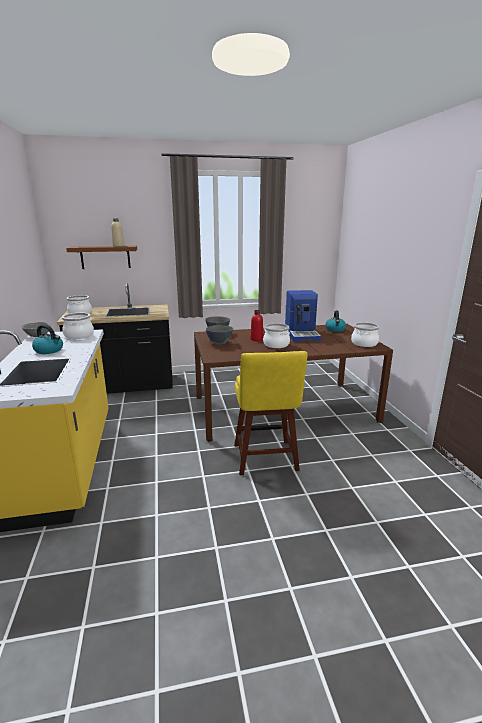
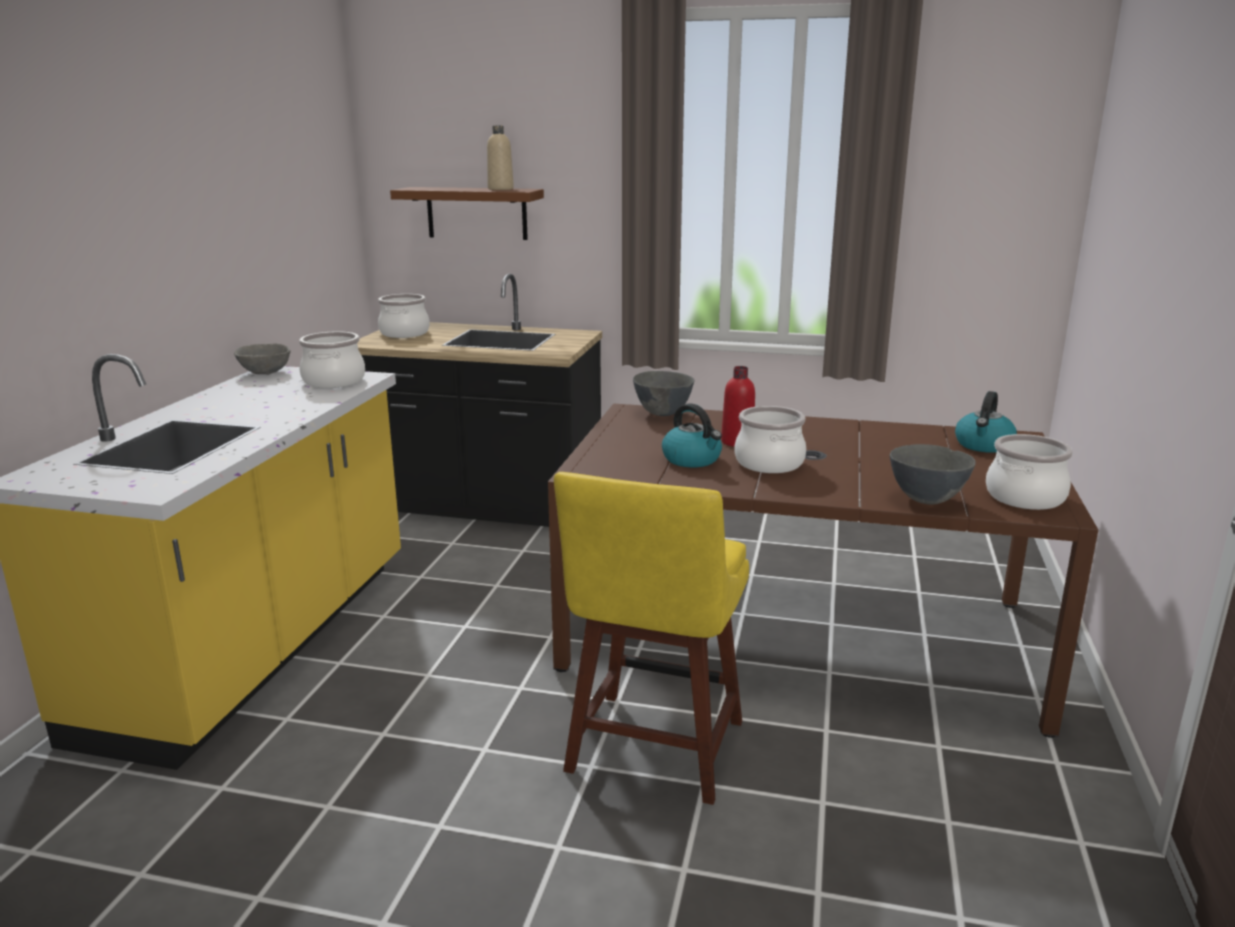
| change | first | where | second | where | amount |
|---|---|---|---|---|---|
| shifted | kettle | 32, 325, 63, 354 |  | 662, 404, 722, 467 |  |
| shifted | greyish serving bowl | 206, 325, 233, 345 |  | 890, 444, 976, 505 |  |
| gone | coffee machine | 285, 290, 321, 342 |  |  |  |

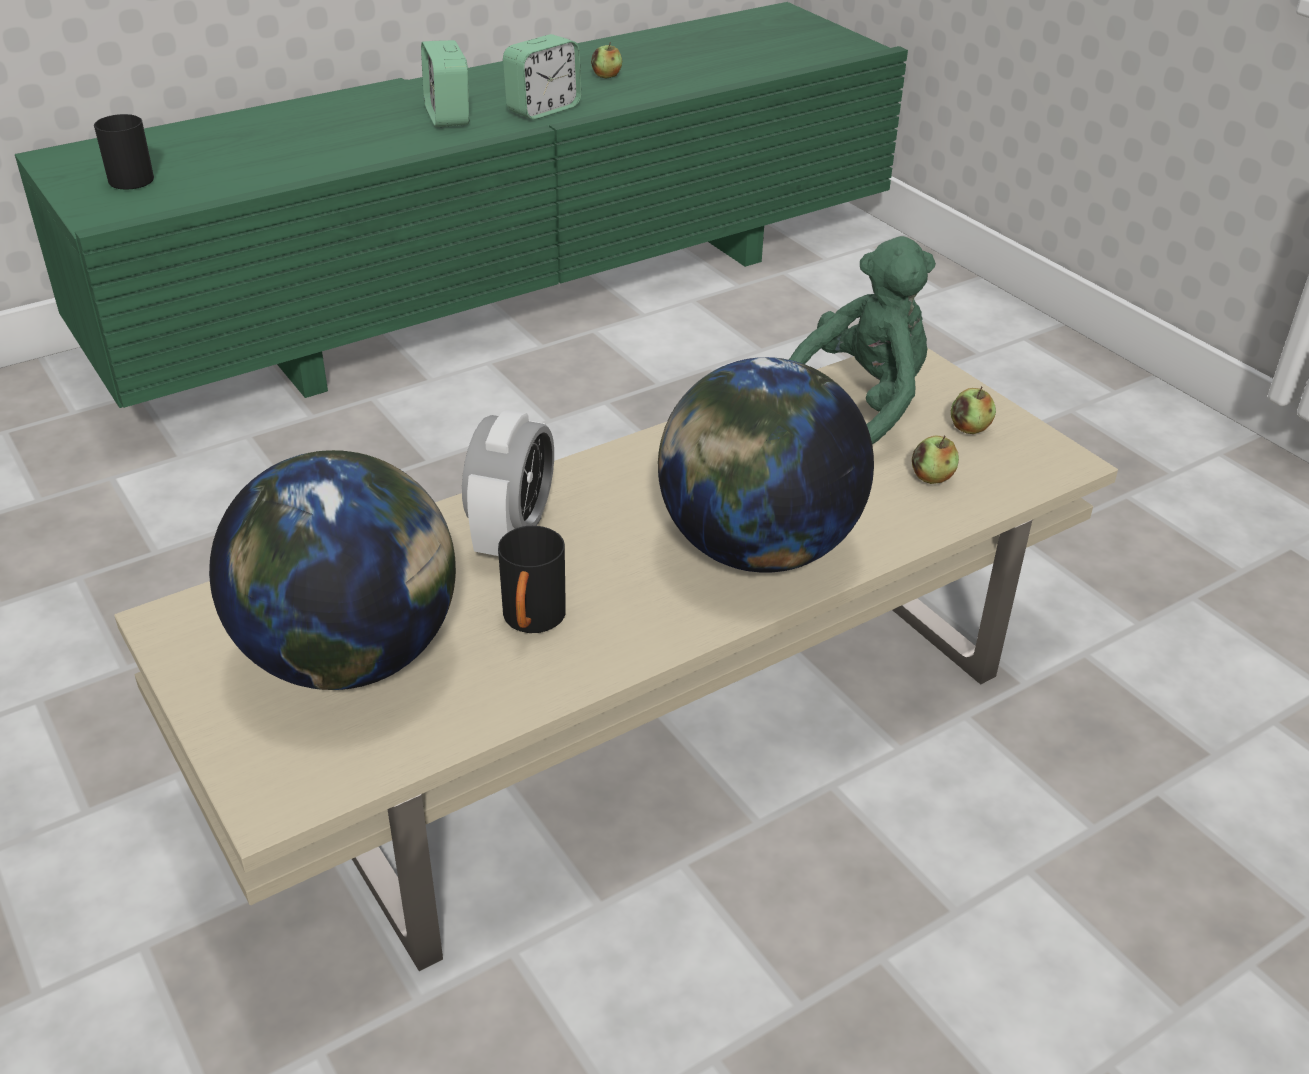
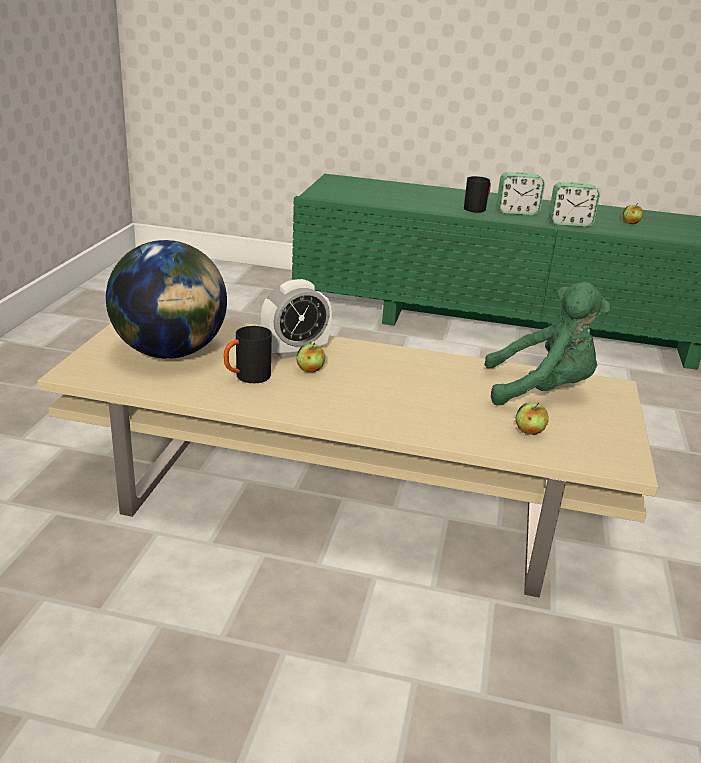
| change | first | where | second | where | amount |
|---|---|---|---|---|---|
| shifted | black mug | 94, 114, 154, 190 |  | 464, 176, 491, 213 |  |
| rotated | bedside clock | 421, 40, 469, 127 |  | 497, 172, 545, 215 | 120 degrees counterclockwise |
| gone | world globe | 658, 357, 874, 573 |  |  |  |
| shifted | whole apple | 951, 386, 996, 434 |  | 297, 343, 325, 372 |  |

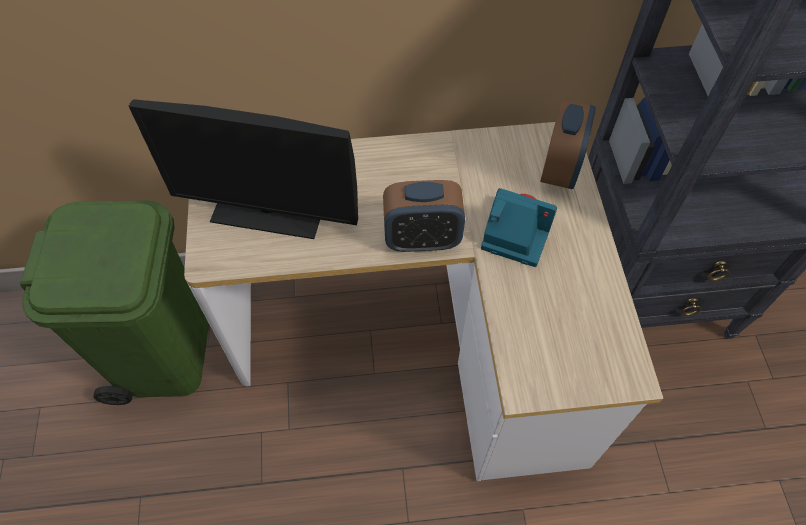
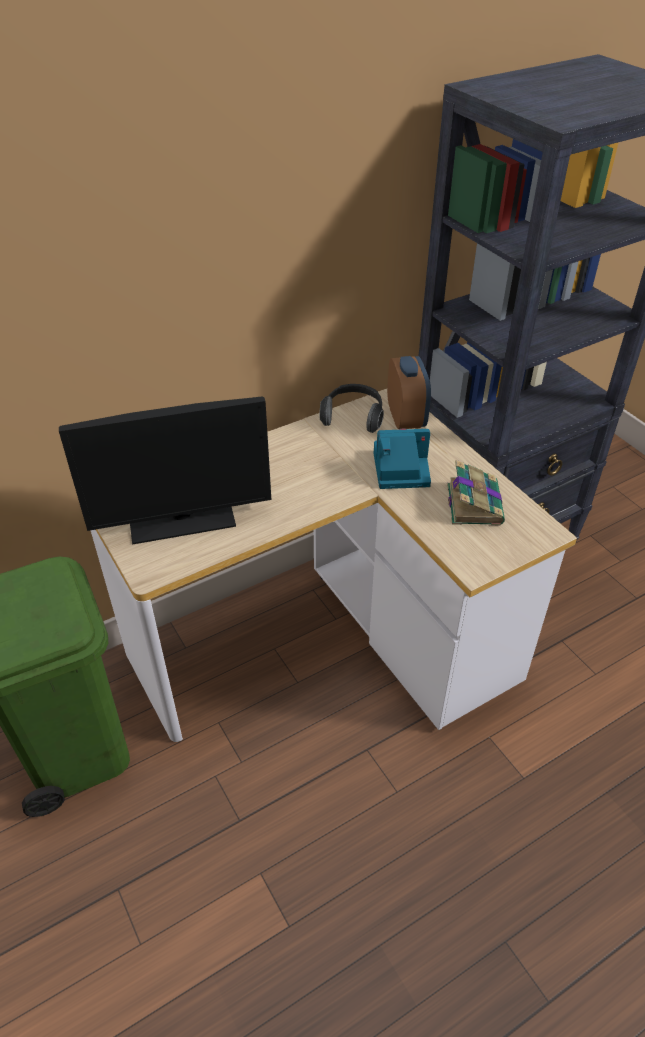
| change | first | where | second | where | amount |
|---|---|---|---|---|---|
| gone | bedside clock | 383, 180, 465, 252 |  |  |  |
| new |  |  | headphones | 320, 384, 384, 433 |  |
| new |  |  | bound book | 447, 460, 505, 526 |  |

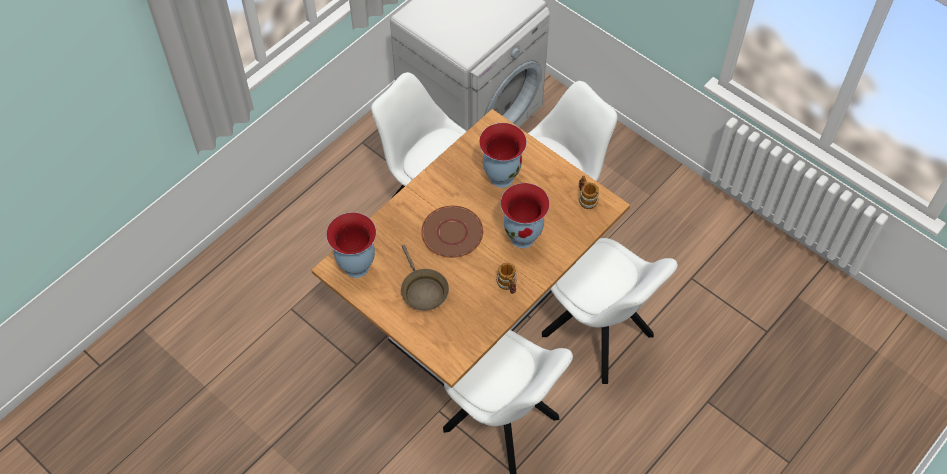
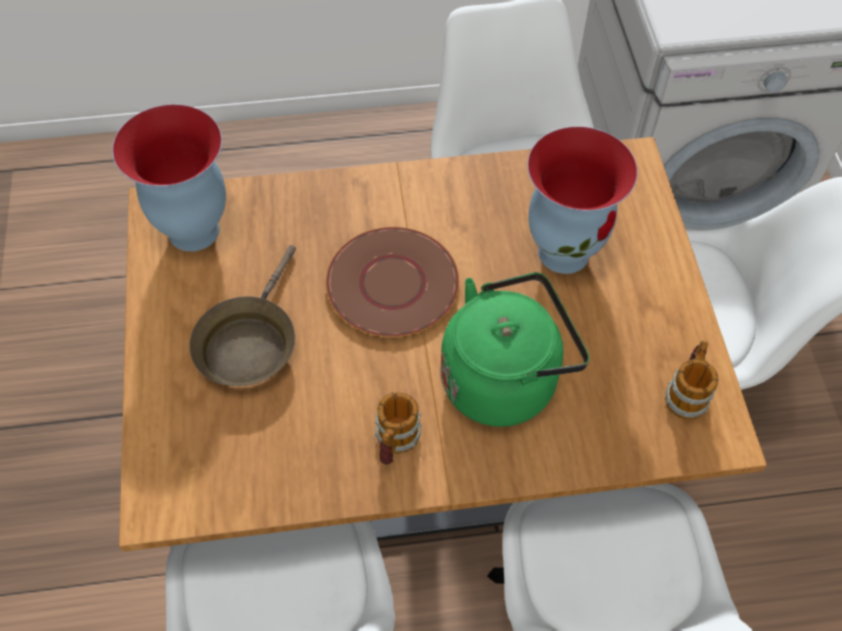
| change | first | where | second | where | amount |
|---|---|---|---|---|---|
| swapped | decorative vase | 500, 183, 550, 248 | greenish kettle | 440, 272, 589, 427 |  |

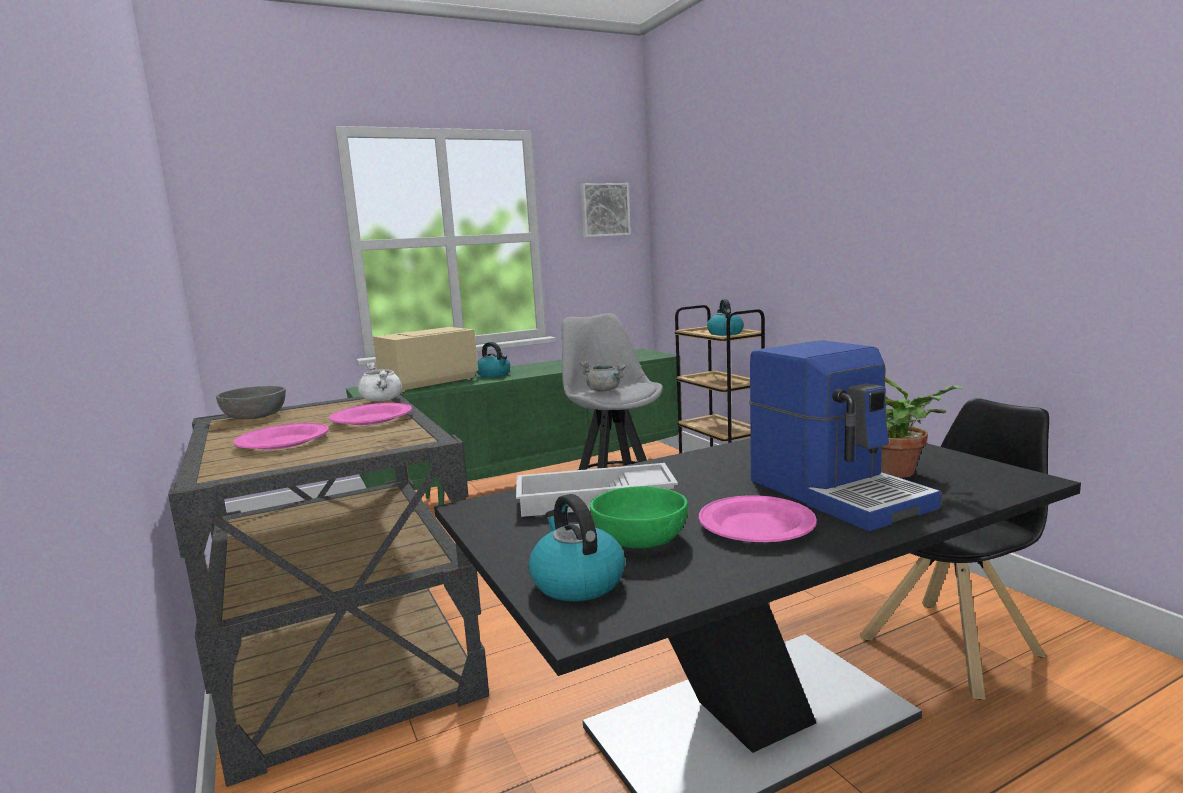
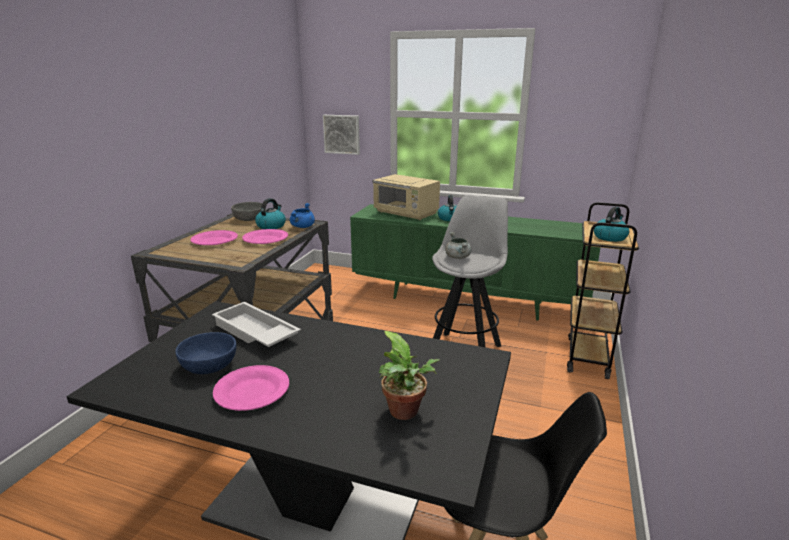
| change | first | where | second | where | amount |
|---|---|---|---|---|---|
| repainted | white stockpot | 358, 362, 402, 401 | bluish stockpot | 290, 203, 315, 228 |  |
| rotated | beige-coloured kitchen microwave | 373, 327, 478, 392 |  | 373, 174, 440, 220 | 150 degrees counterclockwise |
| shifted | kettle | 529, 494, 625, 602 |  | 255, 198, 286, 229 |  |
| shifted | picture | 580, 183, 631, 237 |  | 323, 115, 360, 155 |  |
| repainted | greenish serving bowl | 590, 486, 688, 548 | bluish serving bowl | 175, 332, 237, 374 |  |
| gone | coffee machine | 749, 341, 941, 531 |  |  |  |

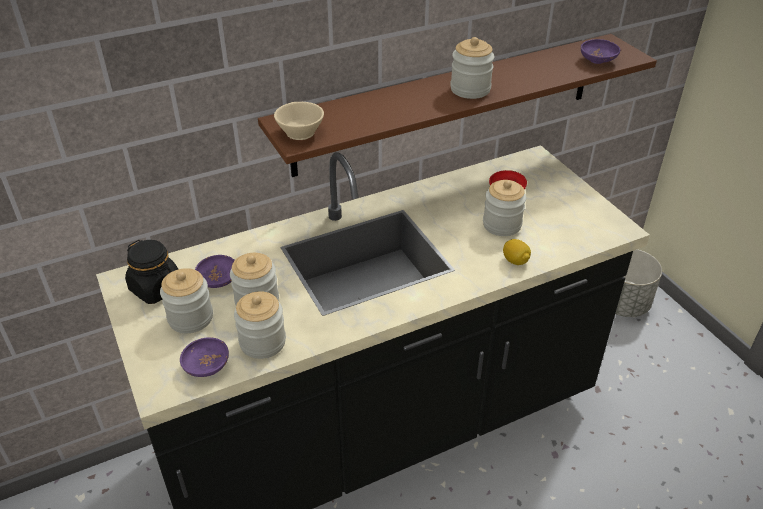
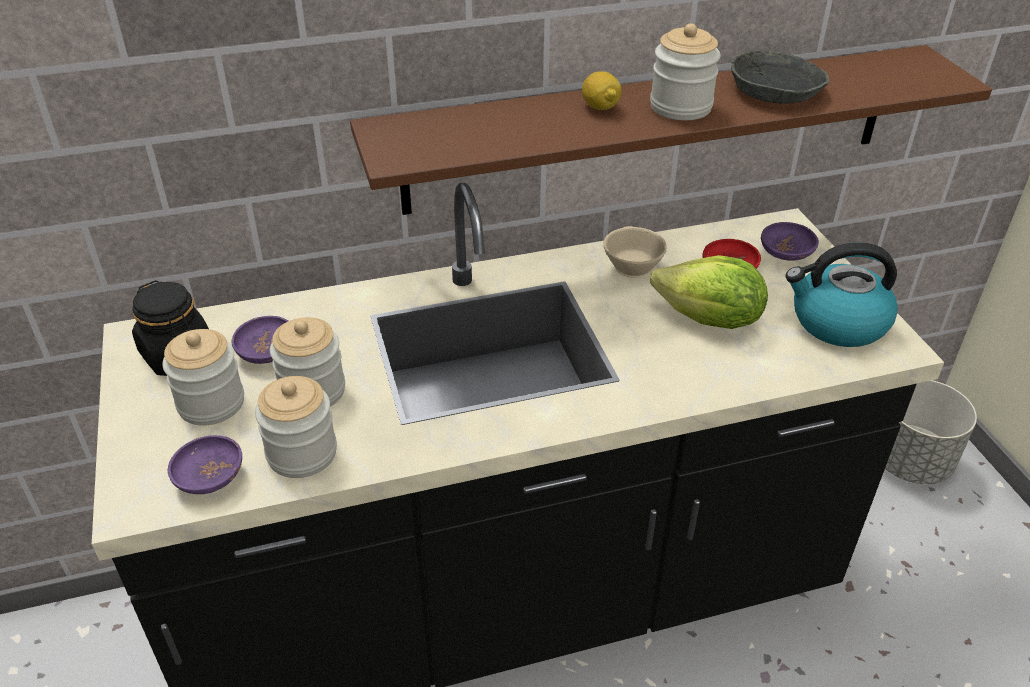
| change | first | where | second | where | amount |
|---|---|---|---|---|---|
| shifted | beige-coloured drinking cup | 274, 102, 324, 140 |  | 603, 226, 667, 278 |  |
| swapped | storage jar | 483, 180, 526, 236 | lettuce | 650, 255, 768, 329 |  |
| shifted | lemon | 503, 239, 531, 265 |  | 582, 72, 621, 110 |  |
| shifted | purple-coloured serving bowl | 581, 39, 620, 64 |  | 761, 222, 819, 261 |  |
| new |  |  | greyish serving bowl | 731, 51, 829, 104 |  |
| new |  |  | kettle | 786, 242, 898, 347 |  |

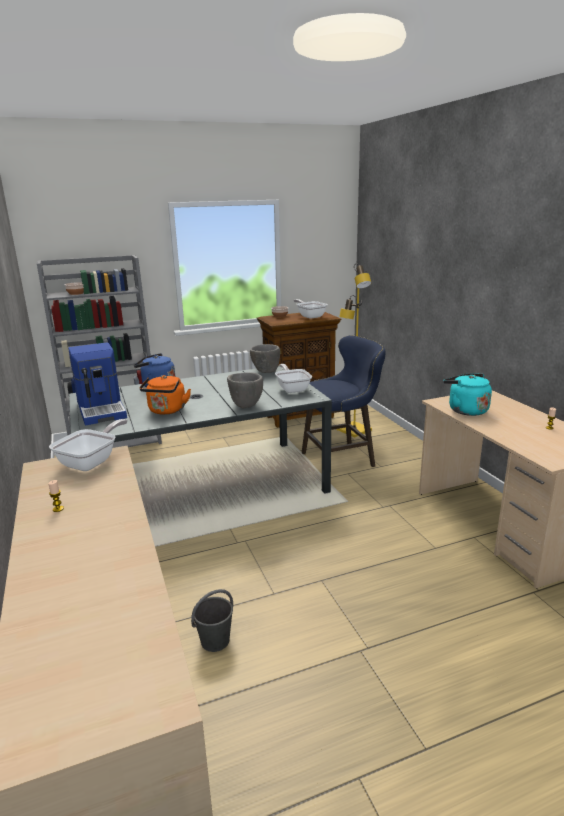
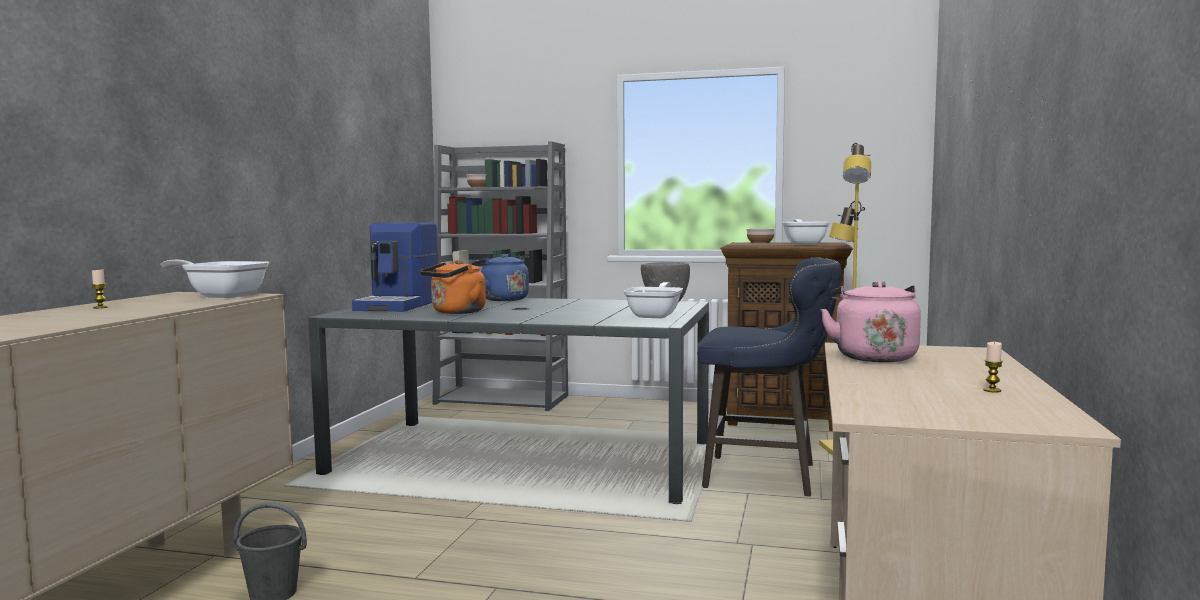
| change | first | where | second | where | amount |
|---|---|---|---|---|---|
| rotated | pan | 49, 419, 127, 471 |  | 160, 260, 269, 298 | 135 degrees counterclockwise |
| gone | greyish serving bowl | 227, 372, 263, 408 |  |  |  |
| repainted | turquoise-coloured kettle | 443, 373, 492, 416 | pinkish kettle | 820, 281, 921, 362 |  |

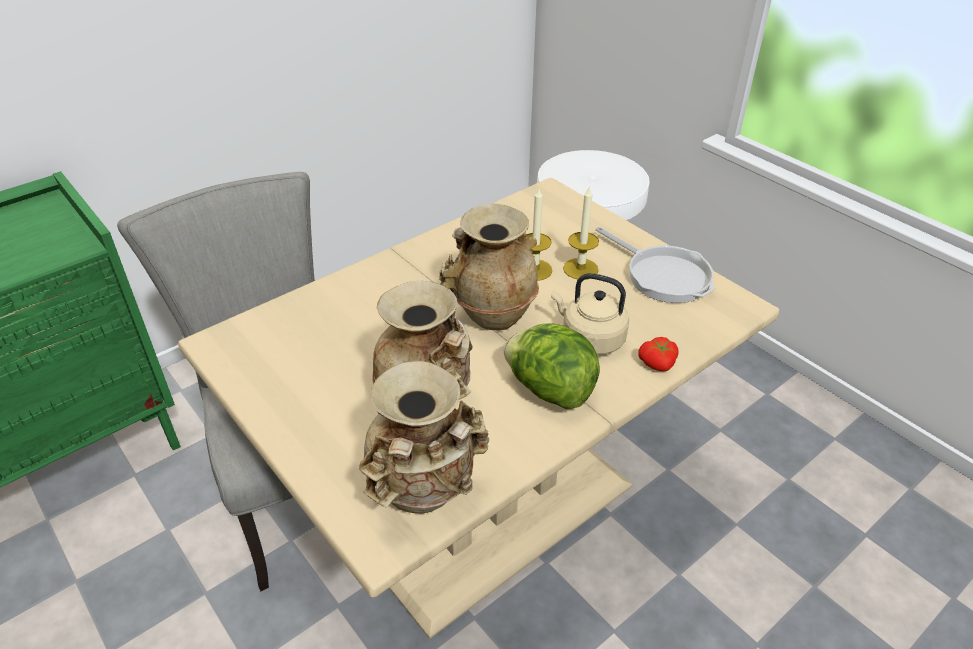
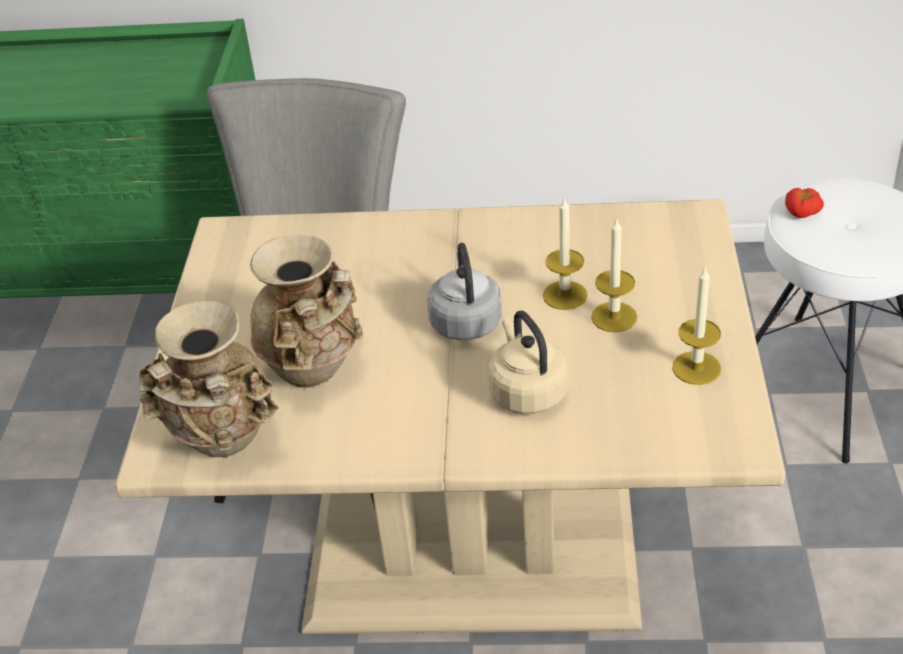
| change | first | where | second | where | amount |
|---|---|---|---|---|---|
| swapped | beige-coloured decorative vase | 439, 204, 539, 331 | greyish kettle | 427, 243, 502, 340 |  |
| gone | lettuce | 504, 323, 600, 409 |  |  |  |
| swapped | pan | 596, 227, 716, 303 | wax light | 672, 268, 721, 385 |  |
| shifted | fresh tomato | 638, 337, 679, 371 |  | 785, 188, 824, 218 |  |

